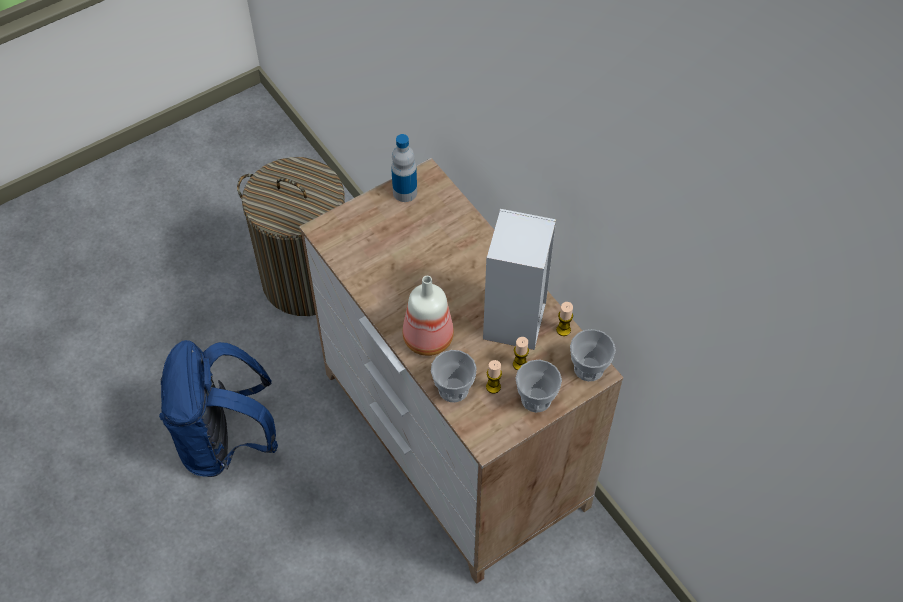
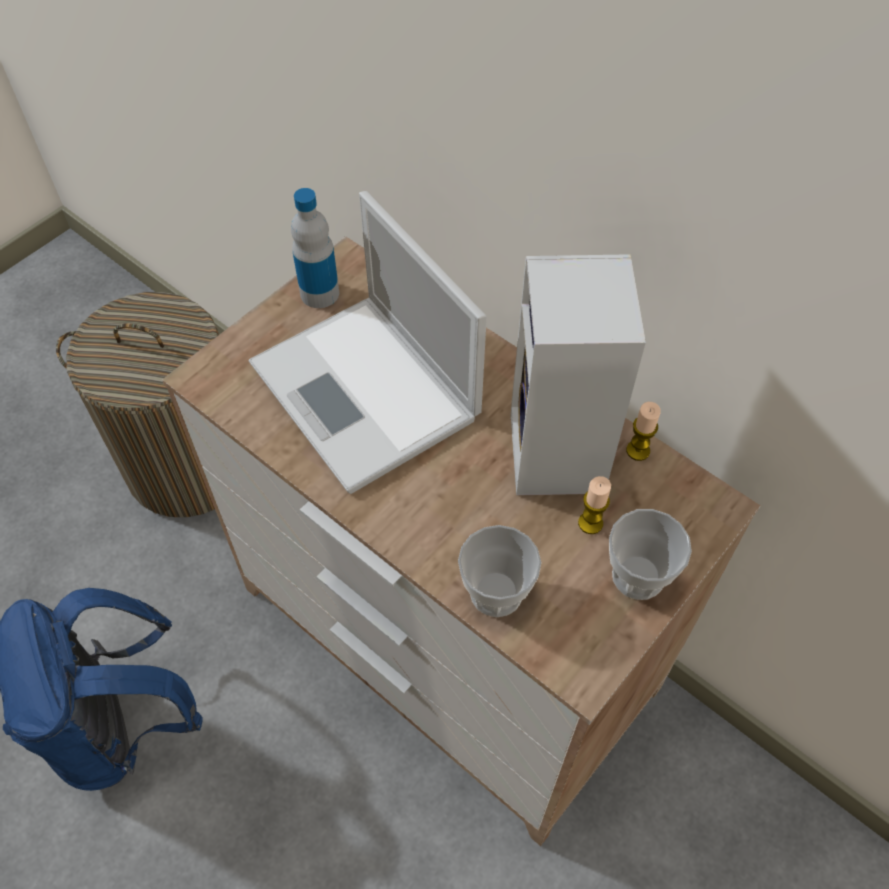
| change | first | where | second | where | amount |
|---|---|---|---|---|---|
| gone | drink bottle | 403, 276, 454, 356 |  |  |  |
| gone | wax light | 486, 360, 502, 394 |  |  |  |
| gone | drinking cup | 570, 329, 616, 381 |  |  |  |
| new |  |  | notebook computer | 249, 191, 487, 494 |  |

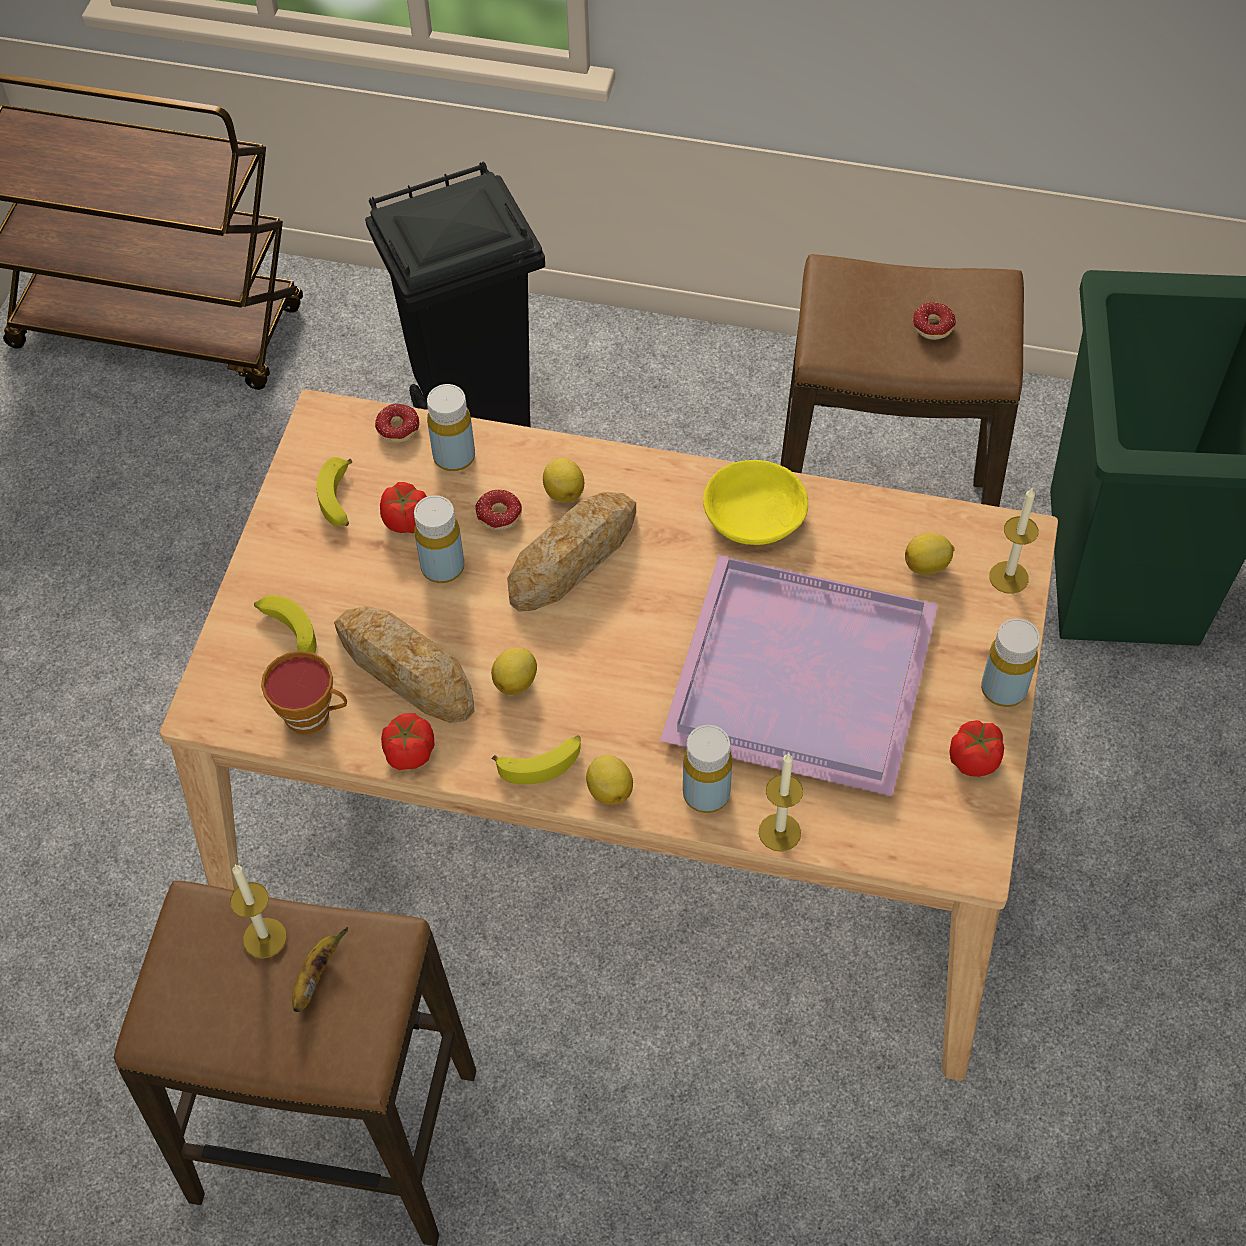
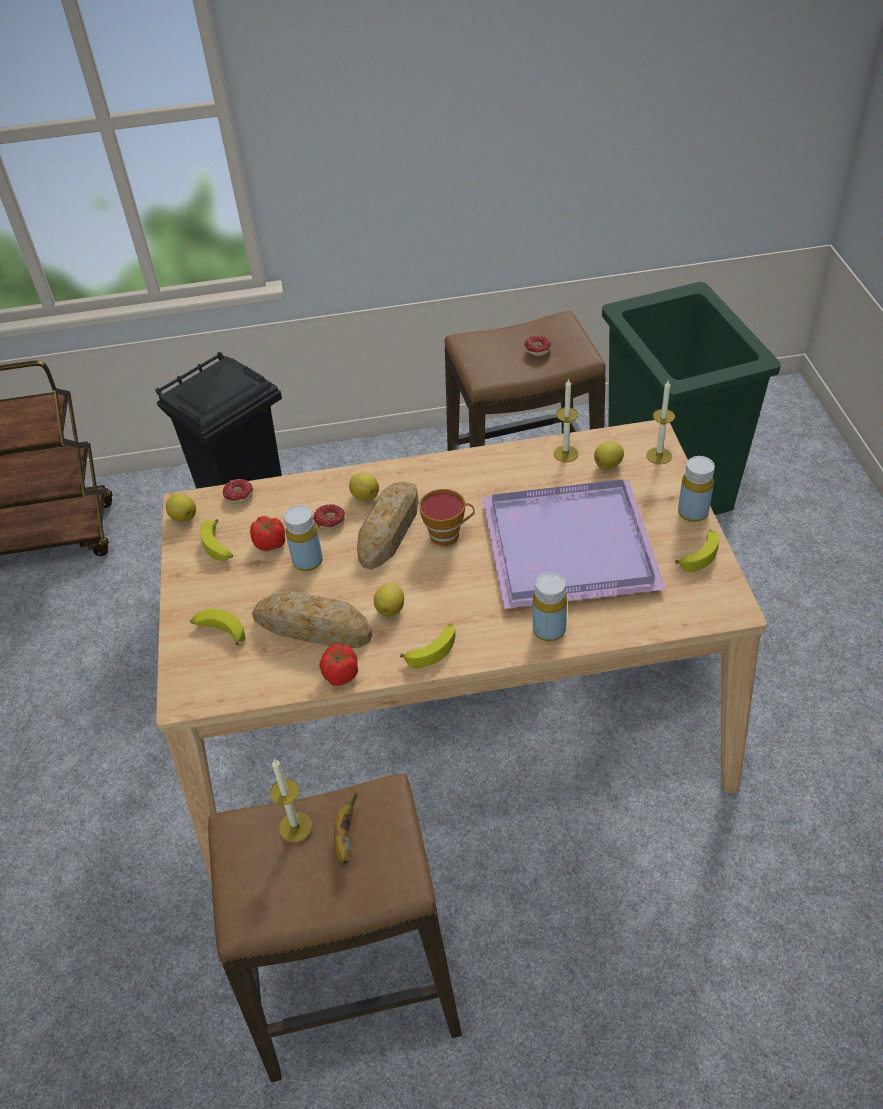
| change | first | where | second | where | amount |
|---|---|---|---|---|---|
| shifted | drinking cup | 261, 651, 347, 735 |  | 419, 489, 475, 546 |  |
| gone | yellow drink bottle | 427, 384, 475, 471 |  |  |  |
| shifted | lemon | 586, 755, 633, 805 |  | 166, 494, 196, 522 |  |
| gone | yellow serving bowl | 703, 460, 808, 545 |  |  |  |
| shifted | wax light | 759, 753, 803, 852 |  | 553, 378, 578, 462 |  |
| swapped | fresh tomato | 949, 720, 1004, 777 | whole banana | 675, 529, 719, 572 |  |

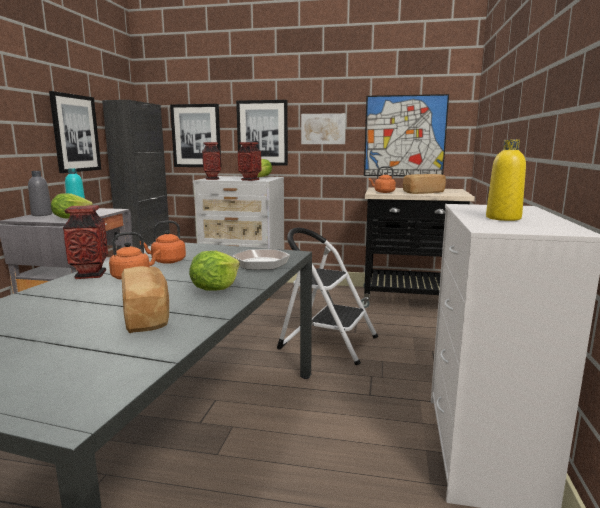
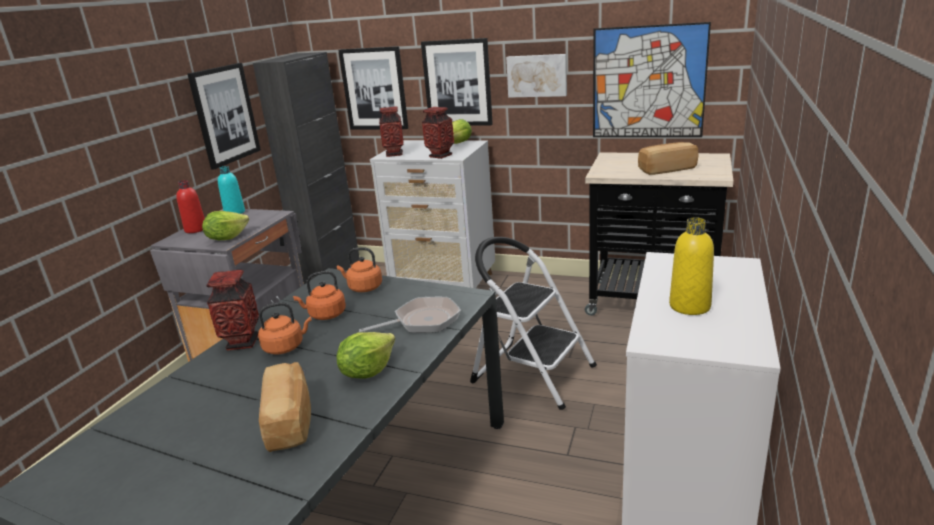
| change | first | where | second | where | amount |
|---|---|---|---|---|---|
| repainted | greyish drink bottle | 28, 171, 52, 216 | red drink bottle | 176, 180, 205, 233 |  |
| shifted | orange kettle | 369, 166, 396, 193 |  | 337, 248, 382, 292 |  |

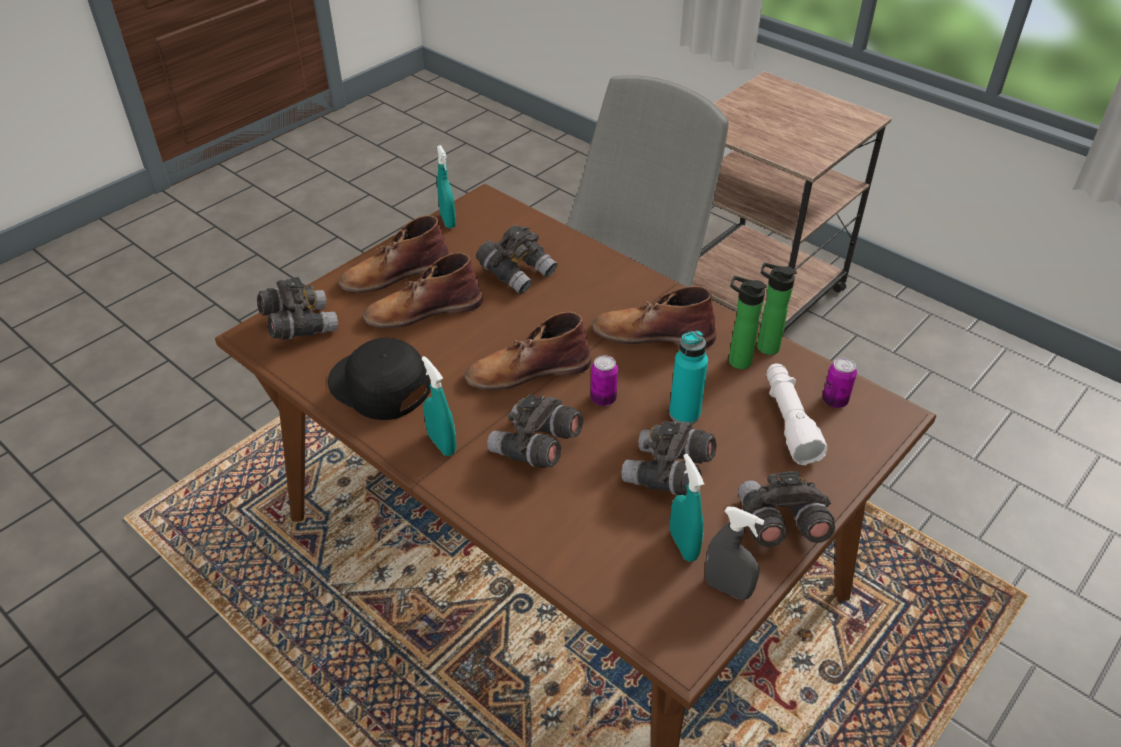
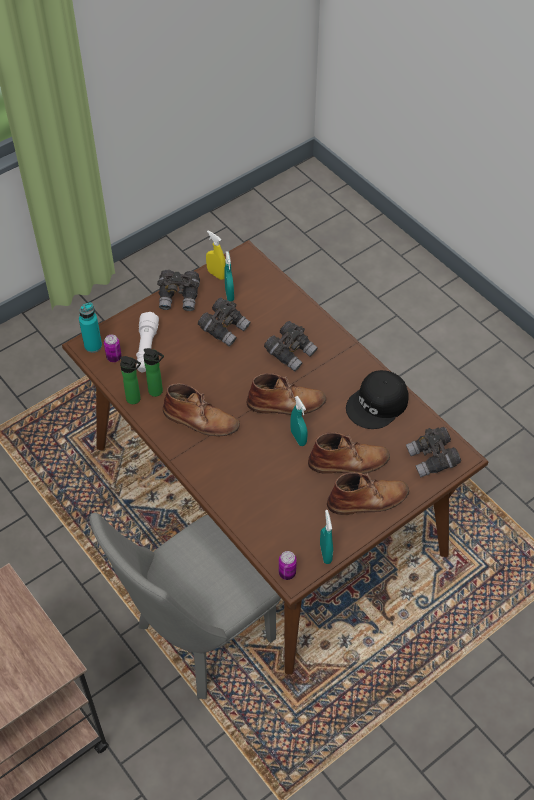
| change | first | where | second | where | amount |
|---|---|---|---|---|---|
| rotated | black baseball cap | 328, 338, 431, 420 |  | 346, 370, 409, 429 | 90 degrees clockwise |
| shifted | turquoise-coloured hand sprayer | 421, 356, 456, 456 |  | 290, 396, 308, 446 |  |
| gone | greyish pair of binoculars | 476, 225, 557, 294 |  |  |  |
| shifted | metal can | 590, 355, 618, 406 |  | 279, 551, 297, 580 |  |
| shifted | turquoise-coloured drink bottle | 669, 330, 708, 424 |  | 79, 303, 102, 353 |  |
| repainted | greyish hand sprayer | 705, 506, 764, 600 | yellow hand sprayer | 206, 230, 226, 280 |  |

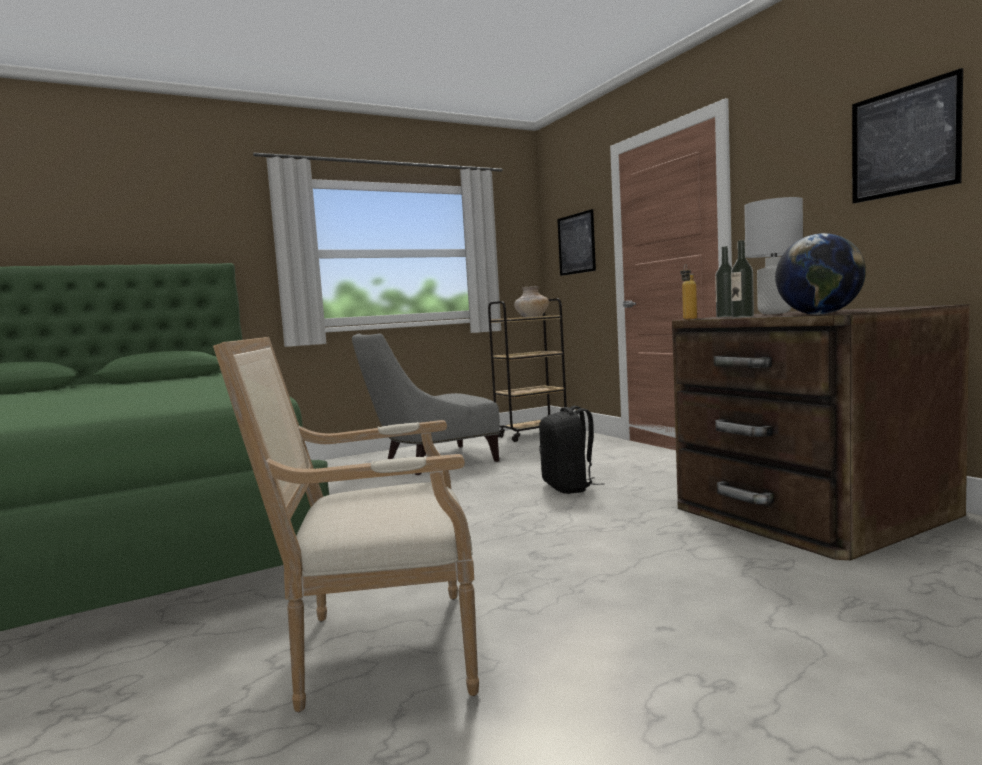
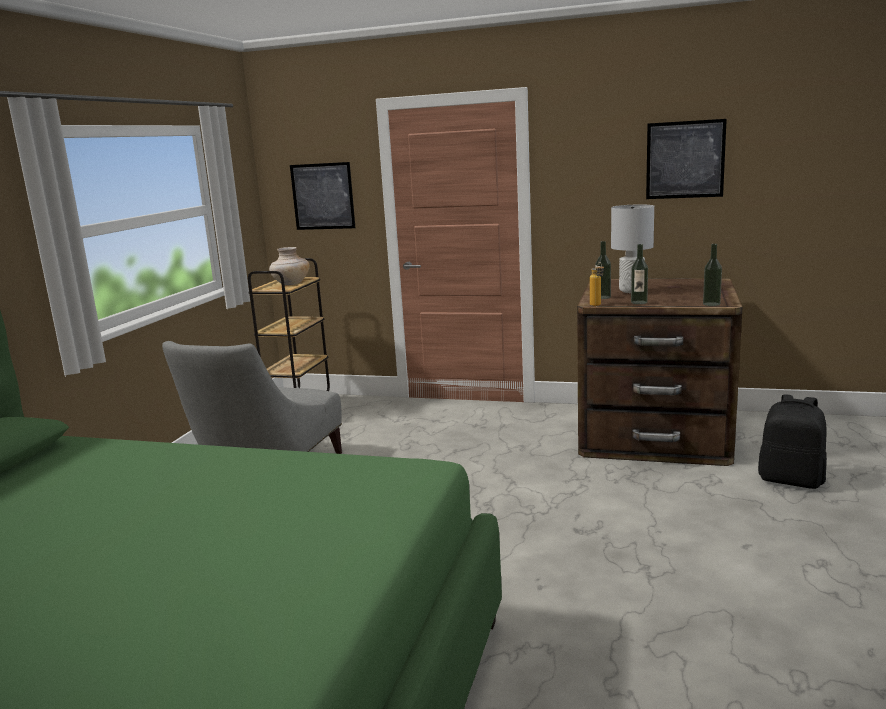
| change | first | where | second | where | amount |
|---|---|---|---|---|---|
| gone | armchair | 213, 337, 479, 712 |  |  |  |
| shifted | black rucksack | 539, 406, 605, 494 |  | 758, 395, 827, 489 |  |
| swapped | world globe | 775, 233, 866, 315 | drink bottle | 703, 244, 722, 306 |  |

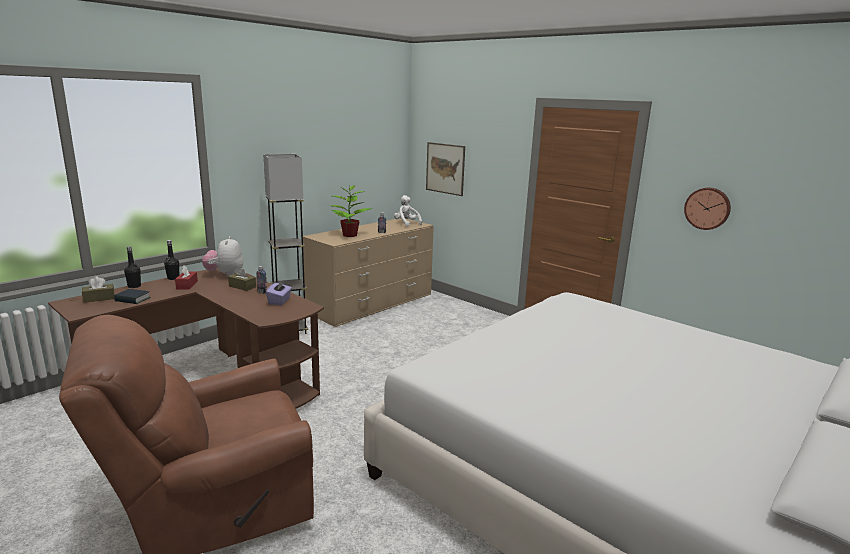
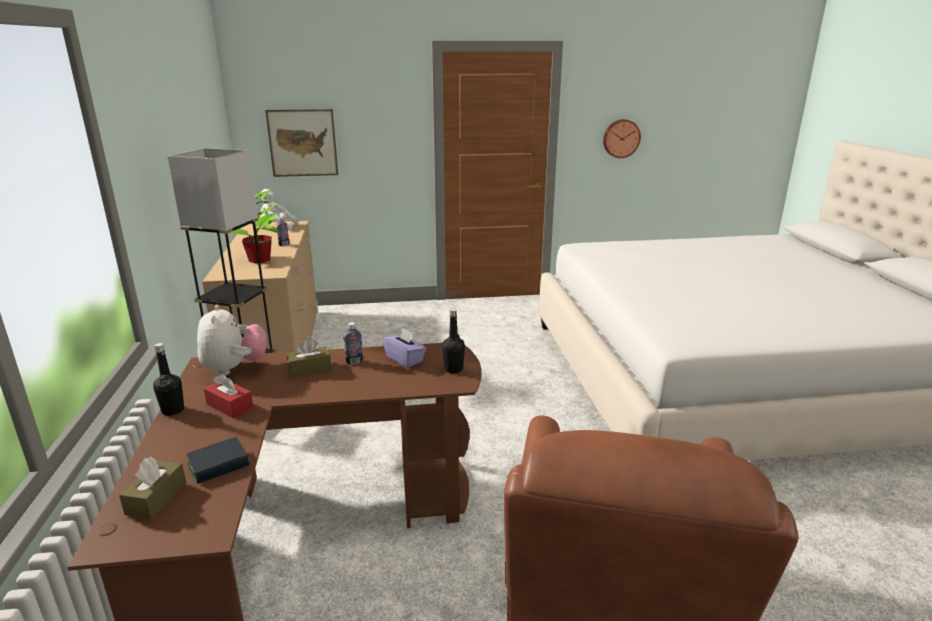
| change | first | where | second | where | amount |
|---|---|---|---|---|---|
| shifted | black drink bottle | 124, 246, 141, 288 |  | 442, 308, 465, 374 |  |
| rotated | cuddly toy | 202, 236, 243, 277 |  | 197, 305, 266, 376 | 135 degrees counterclockwise |

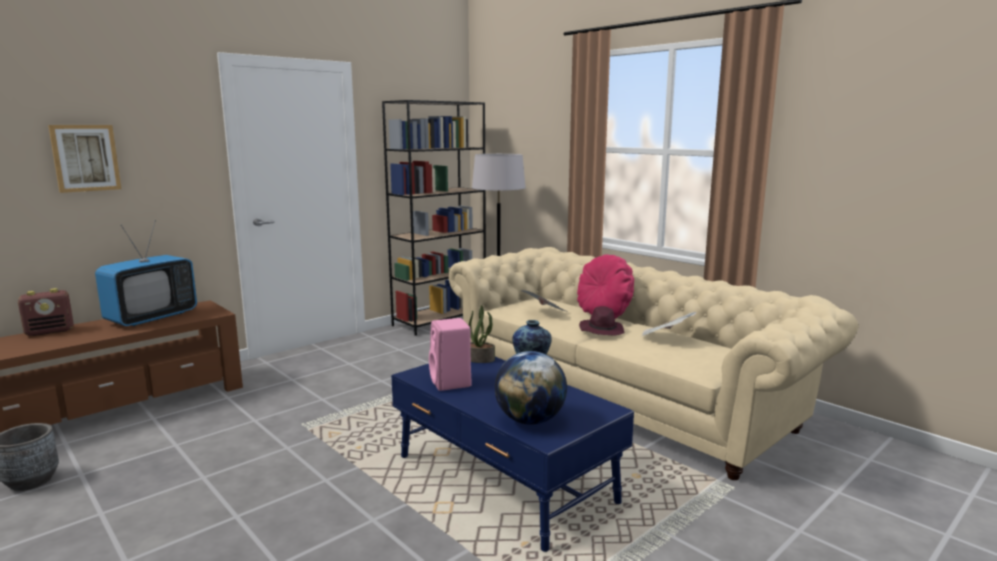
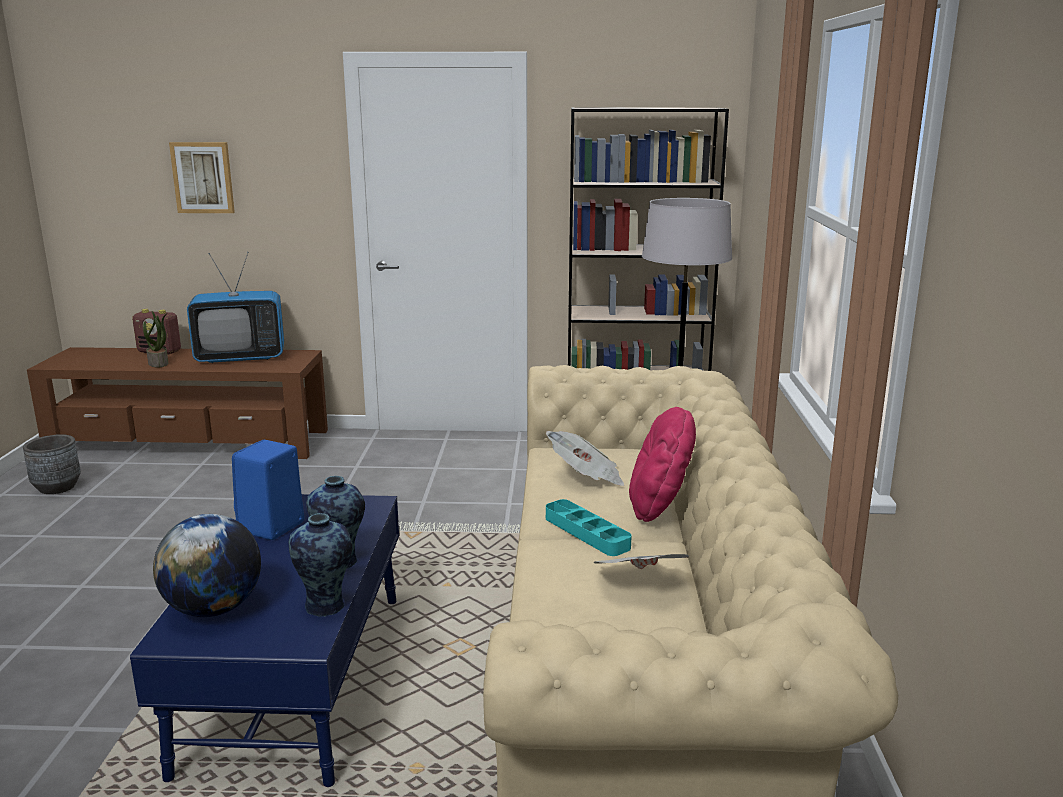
| change | first | where | second | where | amount |
|---|---|---|---|---|---|
| repainted | pinkish loudspeaker | 429, 318, 472, 391 | bluish loudspeaker | 232, 440, 304, 540 |  |
| shifted | potted plant | 469, 305, 495, 363 |  | 143, 311, 168, 367 |  |
| swapped | purple-coloured hat | 579, 306, 625, 335 | turquoise-coloured carrying tray | 546, 499, 632, 556 |  |
| new |  |  | decorative vase | 289, 513, 352, 617 |  |

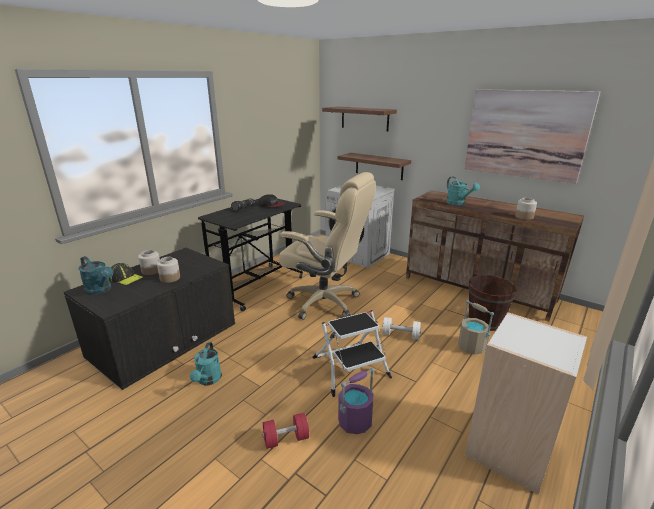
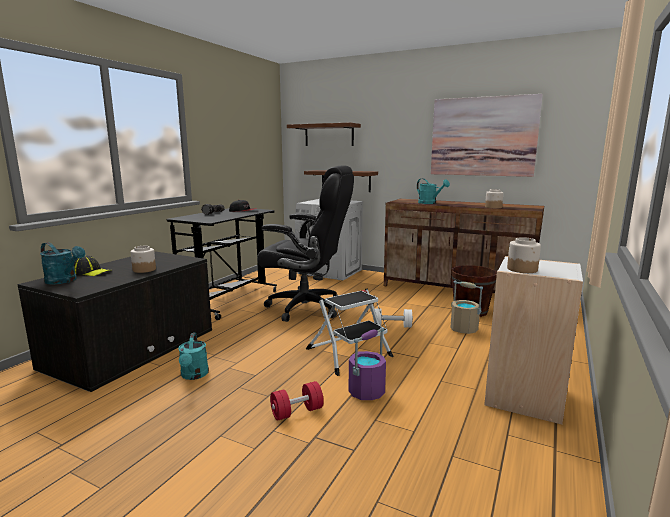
| change | first | where | second | where | amount |
|---|---|---|---|---|---|
| shifted | storage jar | 138, 250, 160, 275 |  | 507, 237, 541, 273 |  |
| repainted | beige-coloured computer chair | 279, 172, 376, 320 | black computer chair | 257, 165, 354, 322 |  |

